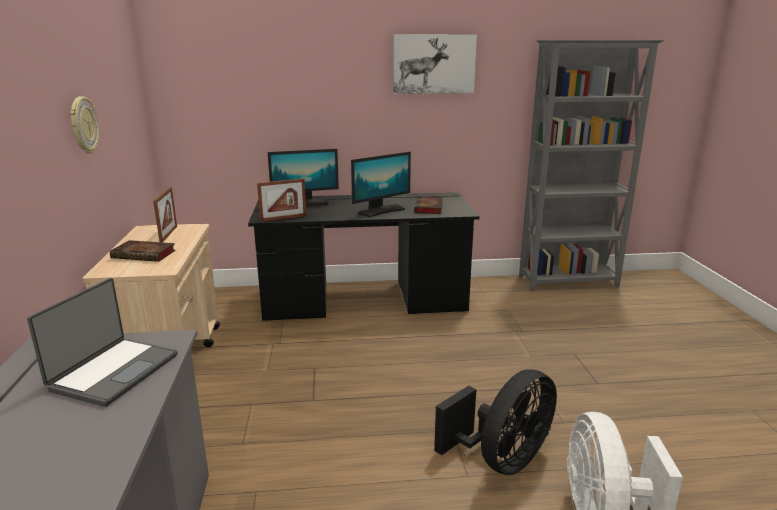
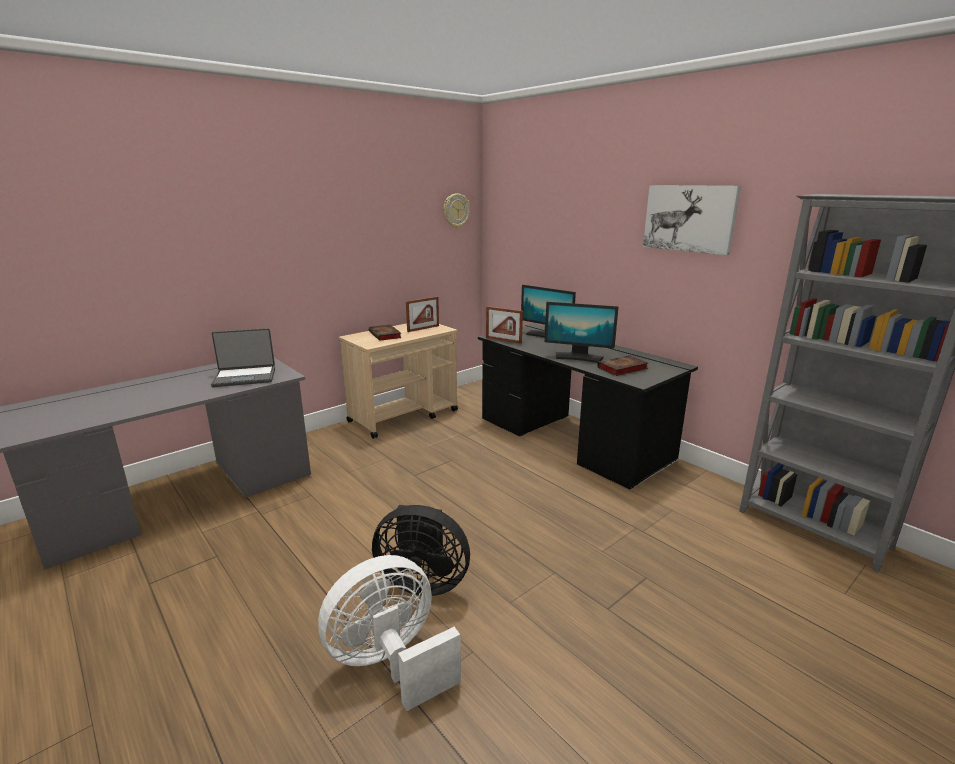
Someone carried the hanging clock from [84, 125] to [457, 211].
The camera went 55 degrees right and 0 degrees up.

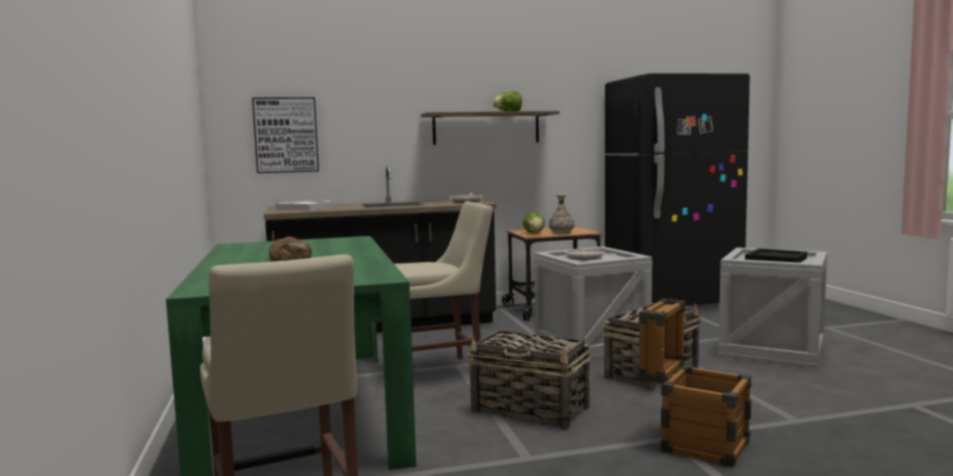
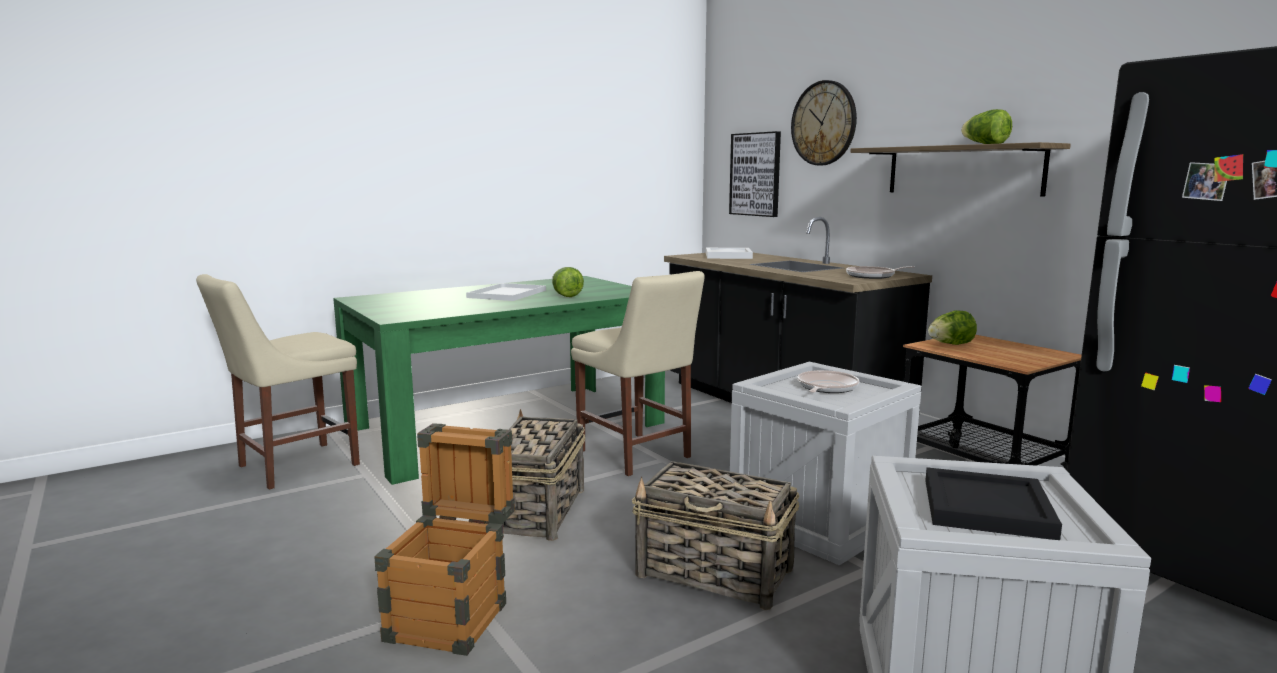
Someone took away the decorative vase at [562, 214].
Someone swapped the baked bread at [290, 248] for the serving tray in white at [506, 292].
Someone put up the hanging clock at [824, 122].
Someone put down the head of lettuce at [568, 282].
The camera went 70 degrees right and 5 degrees up.

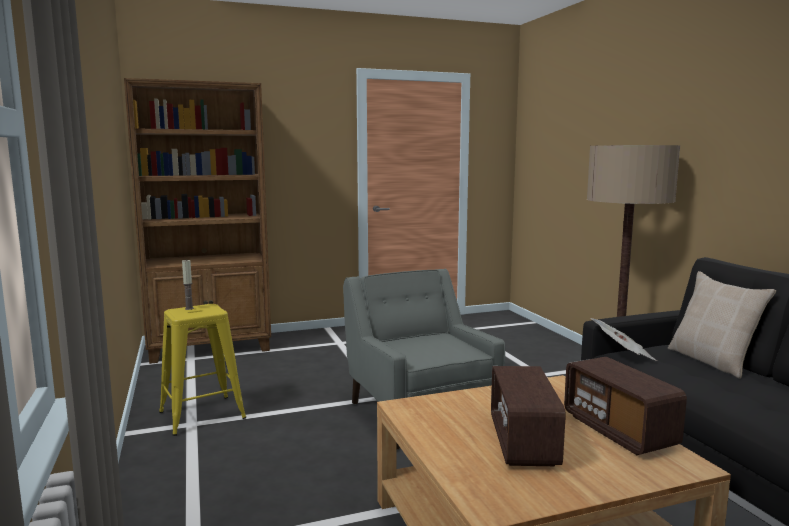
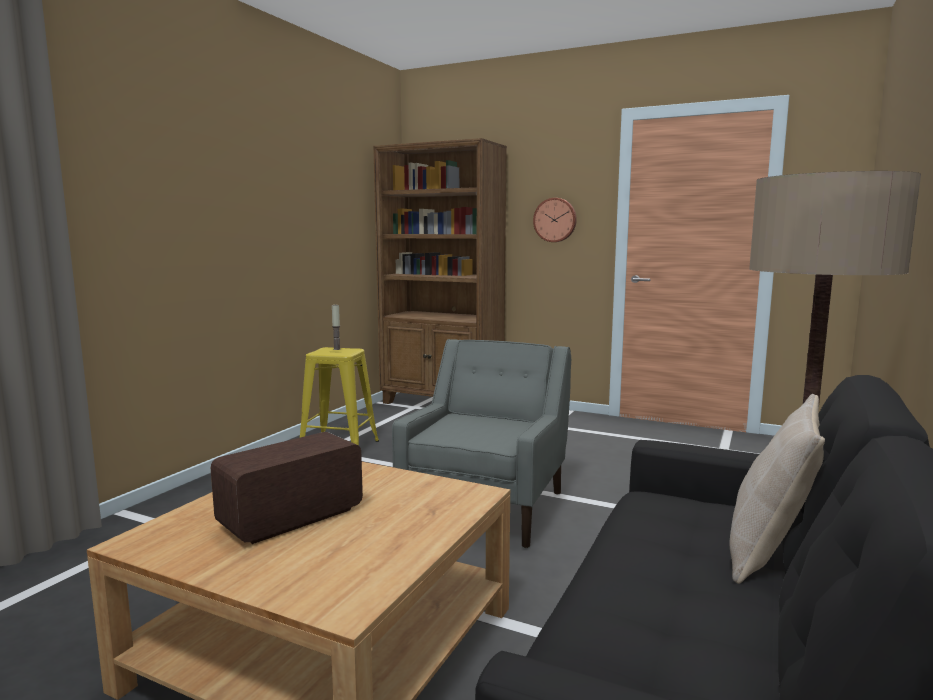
Someone took away the printed paper at [624, 339].
Someone took away the radio receiver at [625, 406].
Someone put up the hanging clock at [555, 220].
The camera went 45 degrees right and 0 degrees up.

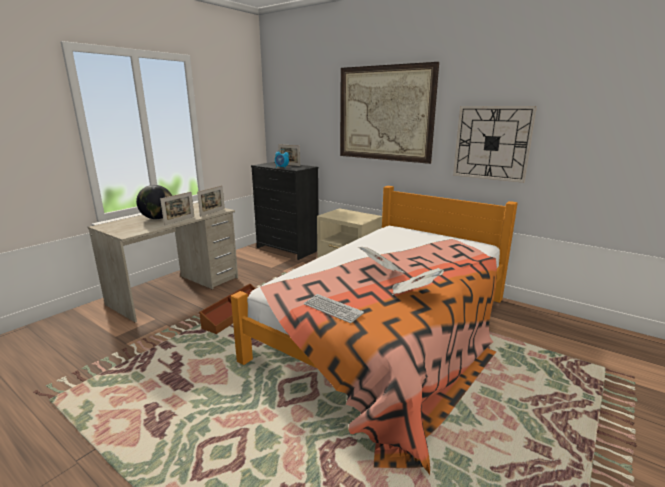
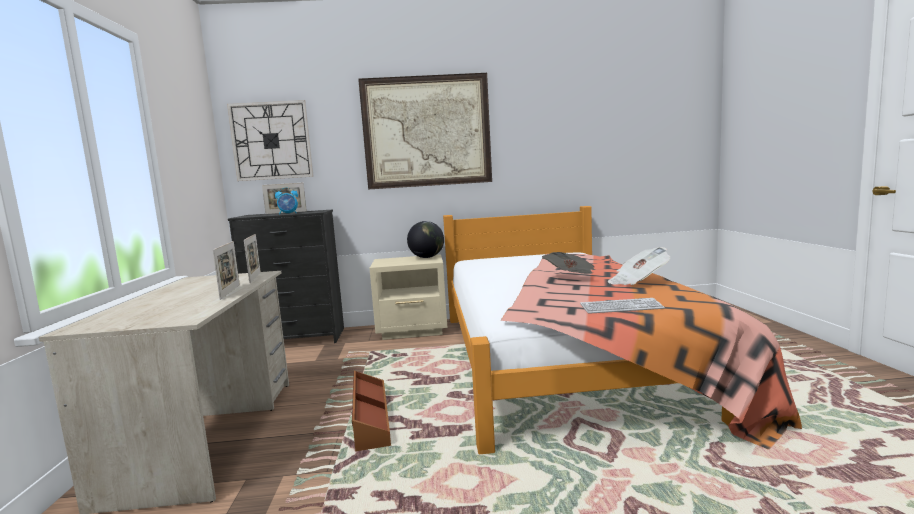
Someone carried the hanging clock from [495, 144] to [270, 140].
Someone carried the desk globe from [154, 202] to [425, 239].
The camera went 40 degrees left and 10 degrees down.

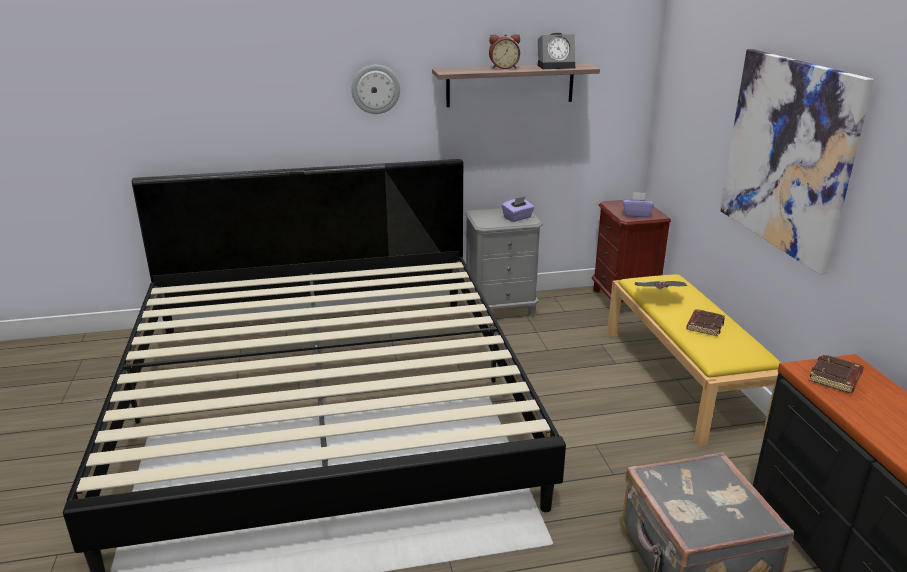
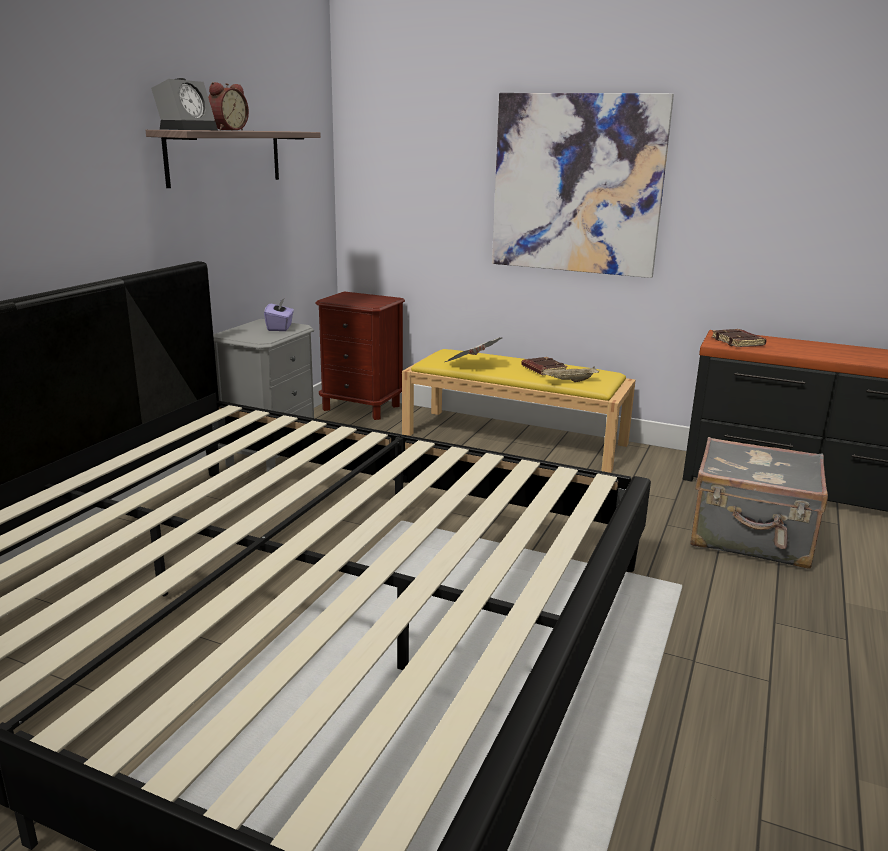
Someone carried the alarm clock from [556, 51] to [184, 104].
Someone took away the hanging clock at [375, 89].
Someone took away the tissue box in purplish at [638, 205].
Someone put down the serving tray in beige-coloured at [571, 374].
The camera went 55 degrees left and 5 degrees down.

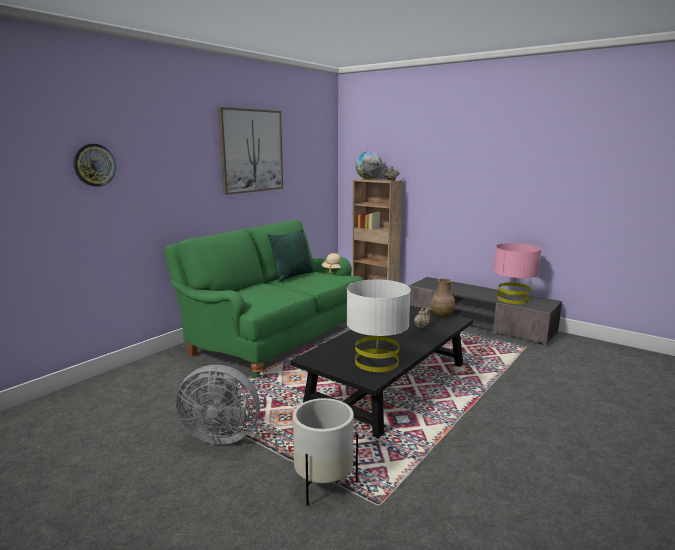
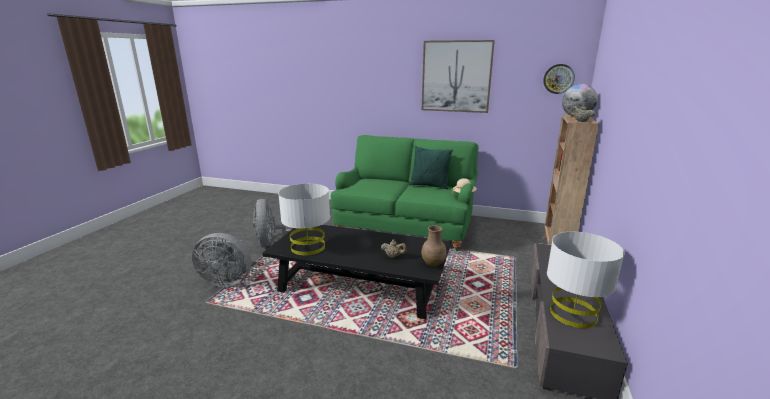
Someone carried the hanging clock from [94, 165] to [559, 79].
Someone repainted the tabletop lamp in pinkish at [517, 273], which became the tabletop lamp in white at [585, 280].
Someone swapped the flower pot in white at [325, 452] for the cooling fan in gray at [221, 260].
The camera went 70 degrees right and 5 degrees up.

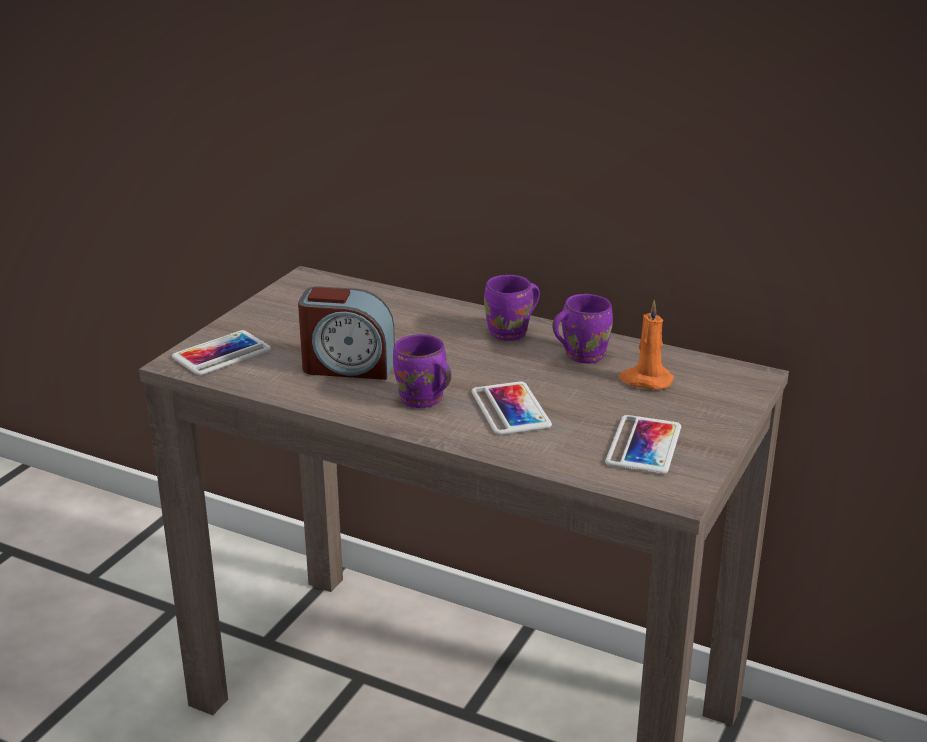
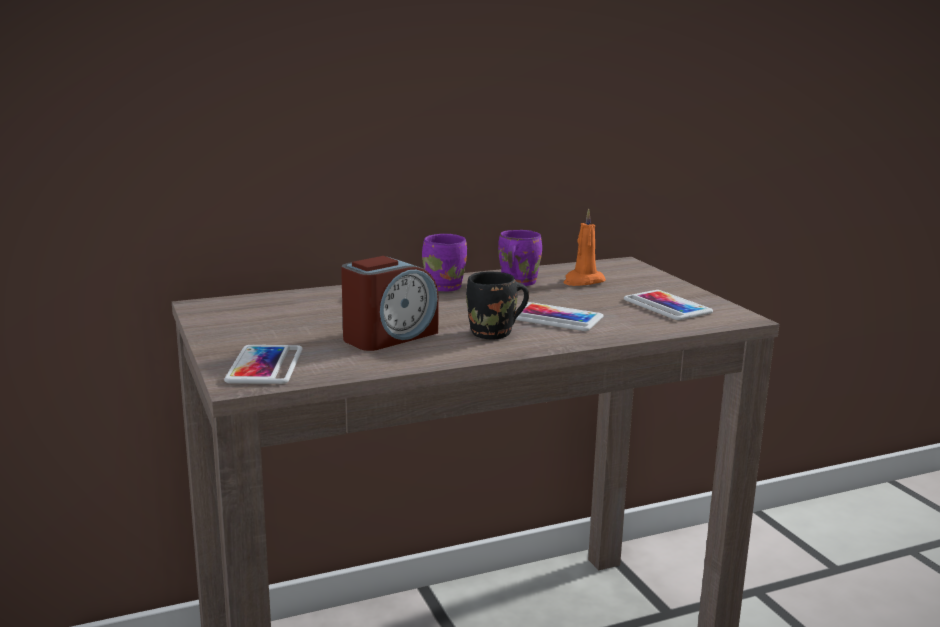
Someone repainted the mug in purplish at [422, 371], which became the mug in black-coloured at [497, 306].
The camera went 50 degrees left and 10 degrees down.

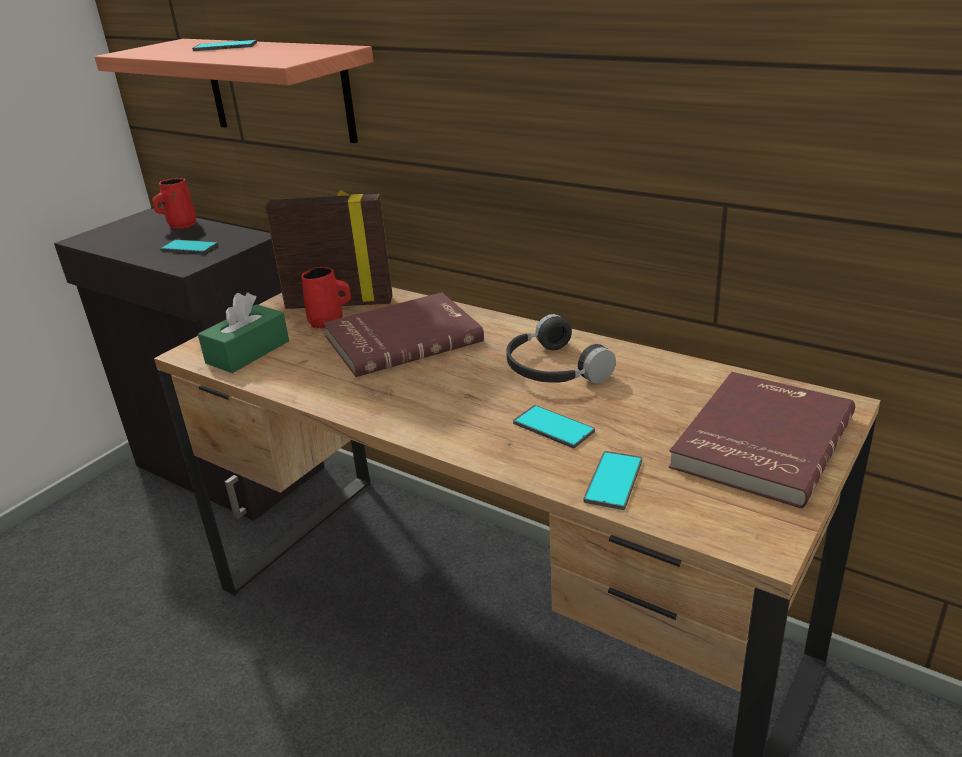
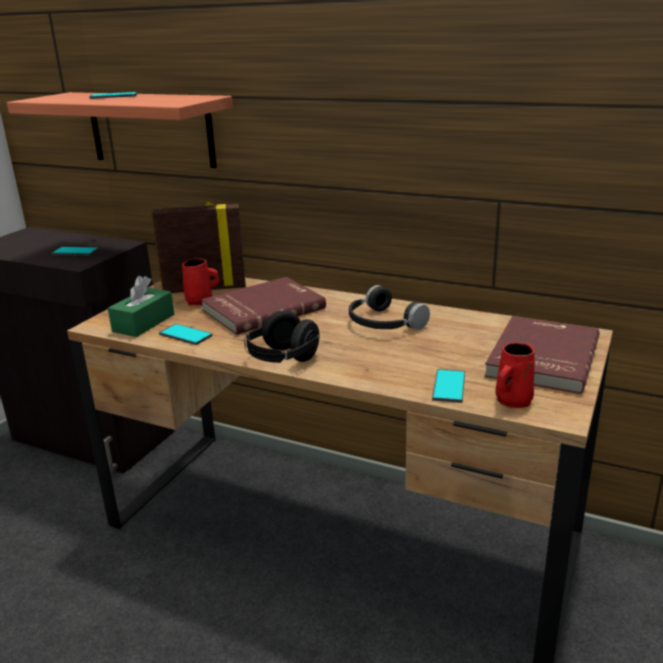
Someone carried the mug in red-coloured from [174, 203] to [515, 375].
Someone carried the phone from [554, 426] to [185, 334].
Someone put down the headset in black-coloured at [281, 336].
The camera went 10 degrees left and 5 degrees down.

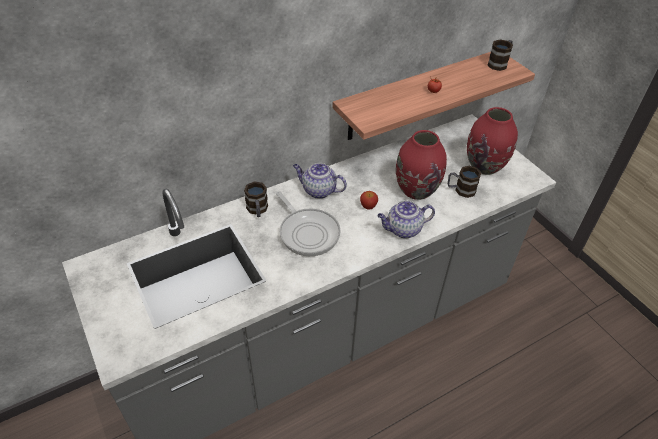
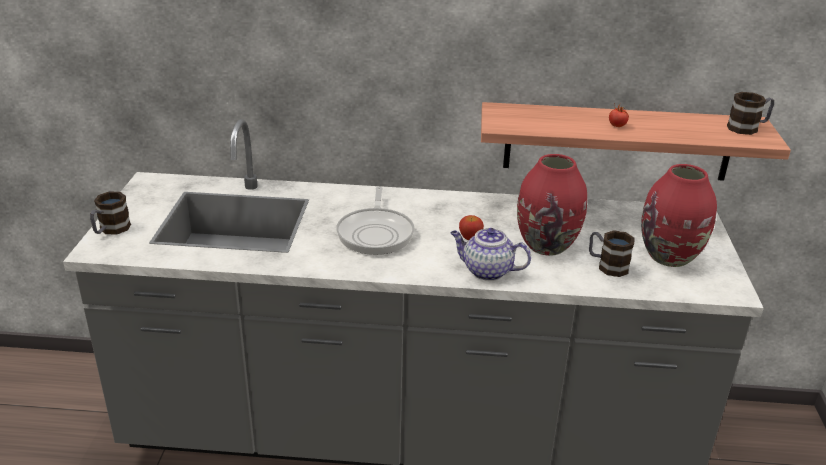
Someone took away the pot for tea at [320, 181].
Someone carried the mug from [256, 199] to [110, 213].
The camera went 35 degrees right and 15 degrees down.

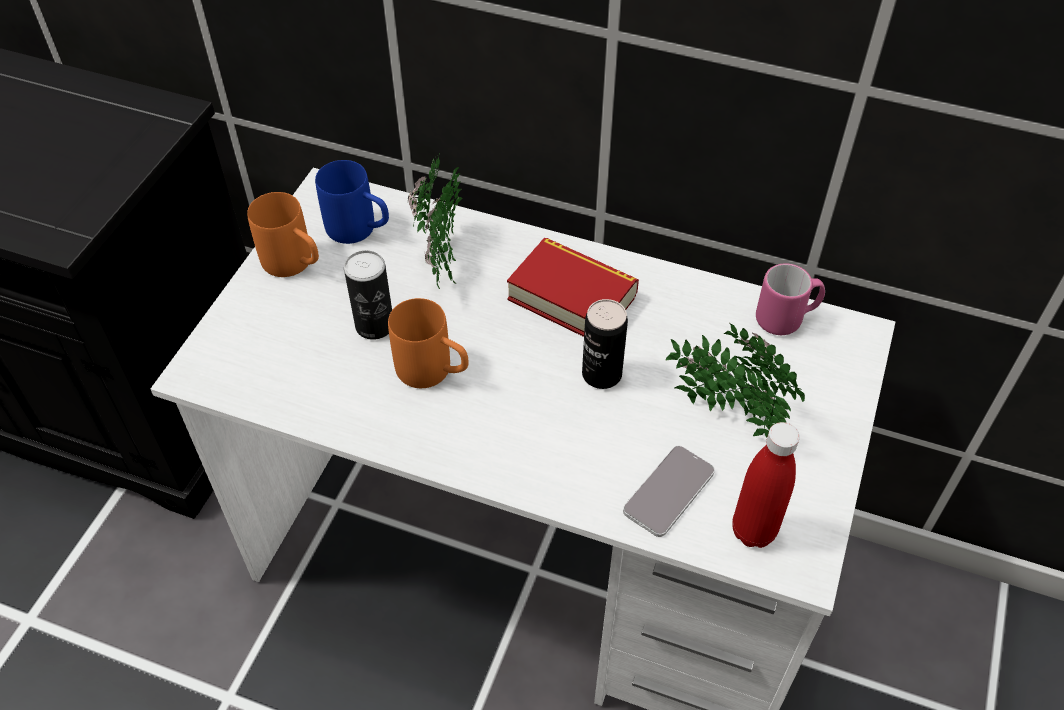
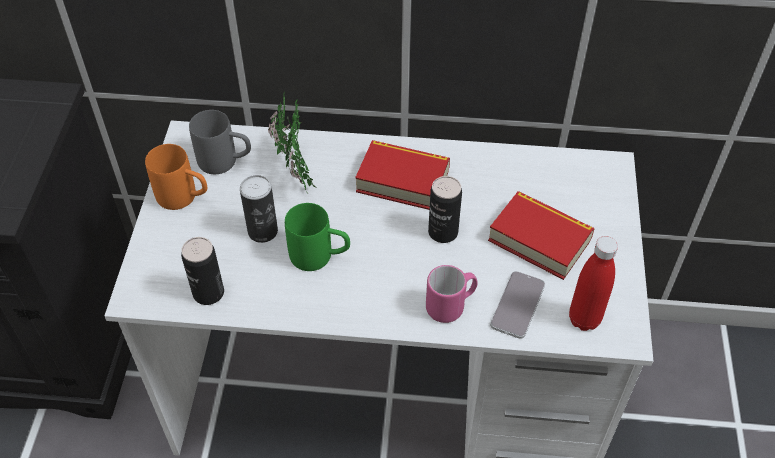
Someone repainted the mug in bluish at [352, 202], which became the mug in gray at [220, 142].
Someone carried the mug in pinkish from [790, 299] to [452, 294].
Someone repainted the mug in orange-coloured at [428, 343], which became the mug in green at [317, 237].
Someone swapped the potted plant at [735, 380] for the volume at [541, 235].
Someone put down the sealed can at [202, 271].
The camera went 15 degrees left and 0 degrees up.

